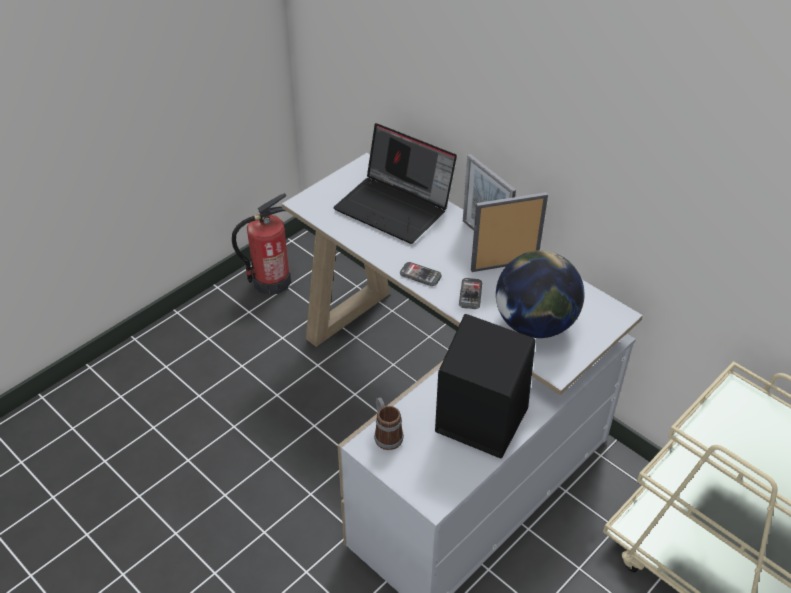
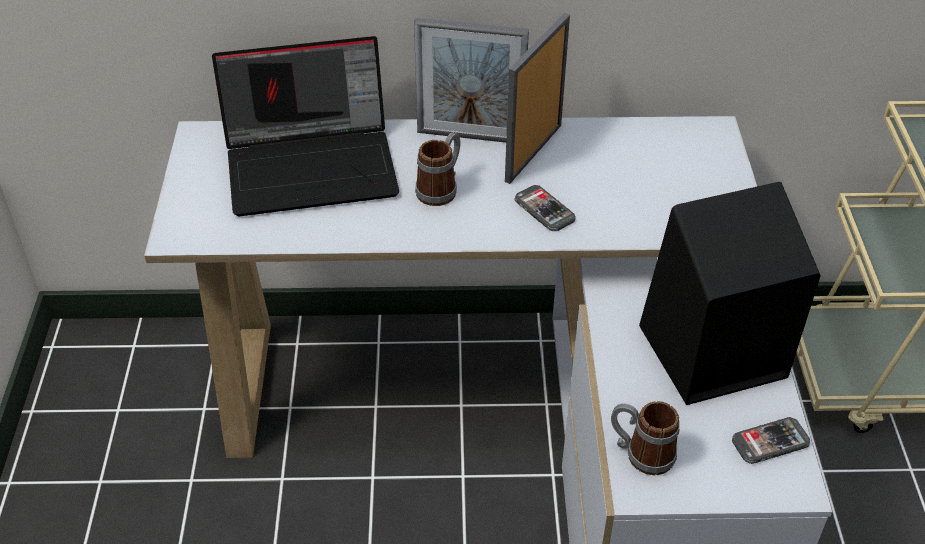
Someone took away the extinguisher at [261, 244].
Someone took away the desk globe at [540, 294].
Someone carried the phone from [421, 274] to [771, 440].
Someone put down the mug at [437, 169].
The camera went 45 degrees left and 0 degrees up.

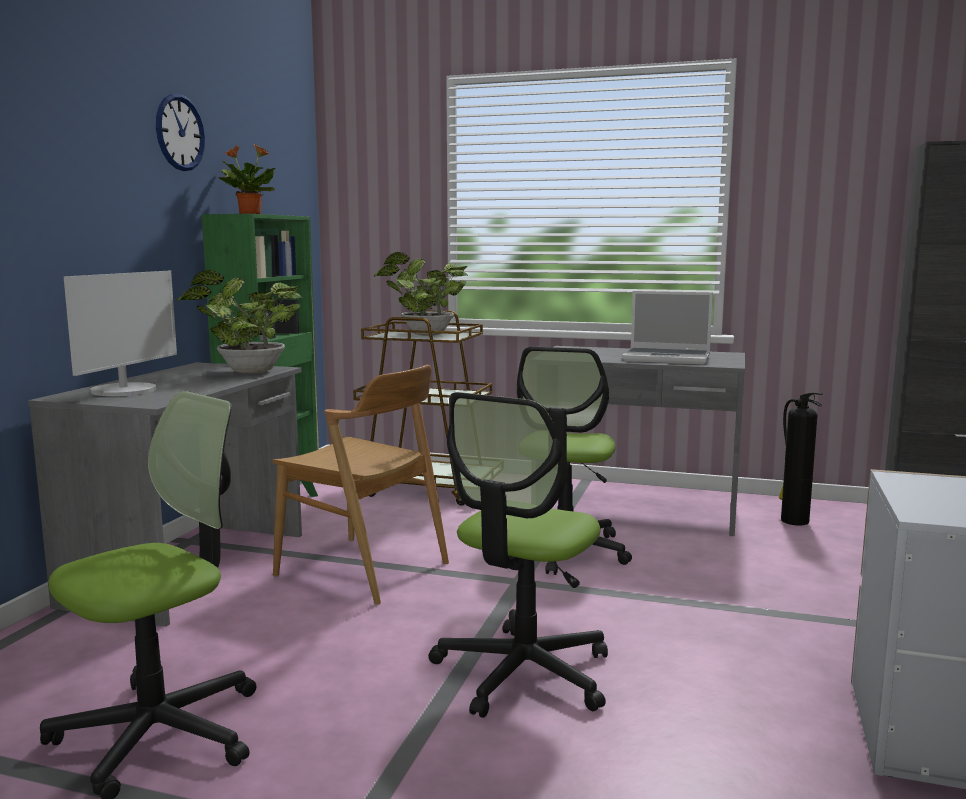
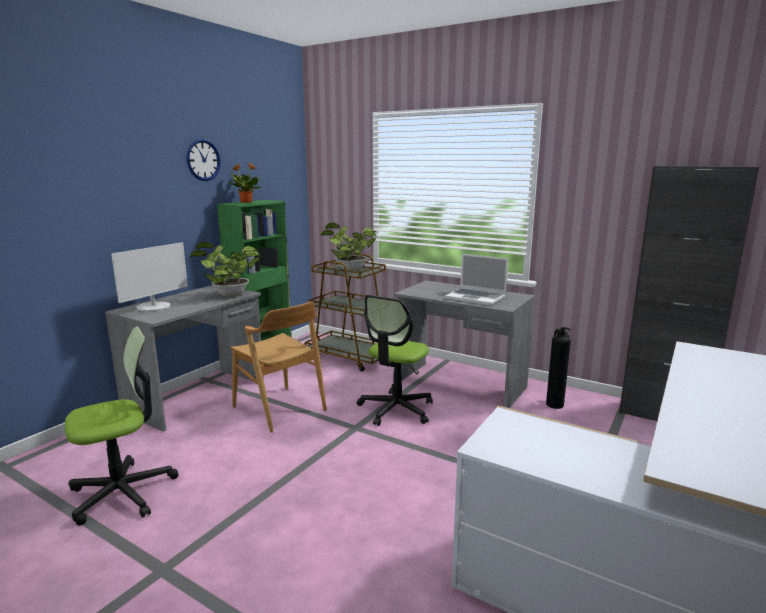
Someone took away the office chair at [518, 555].
The camera went 15 degrees right and 5 degrees up.

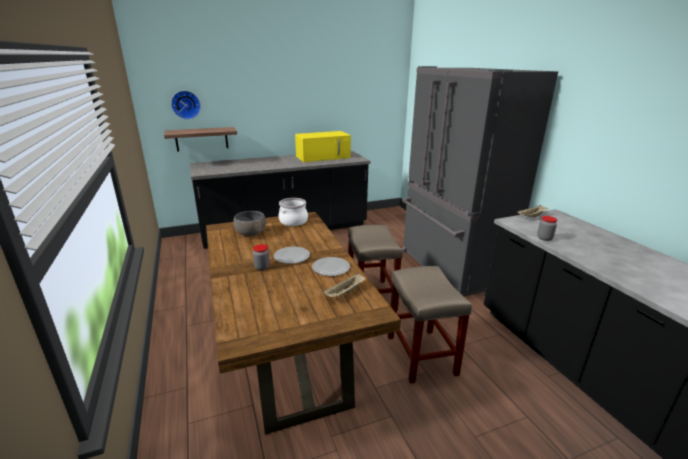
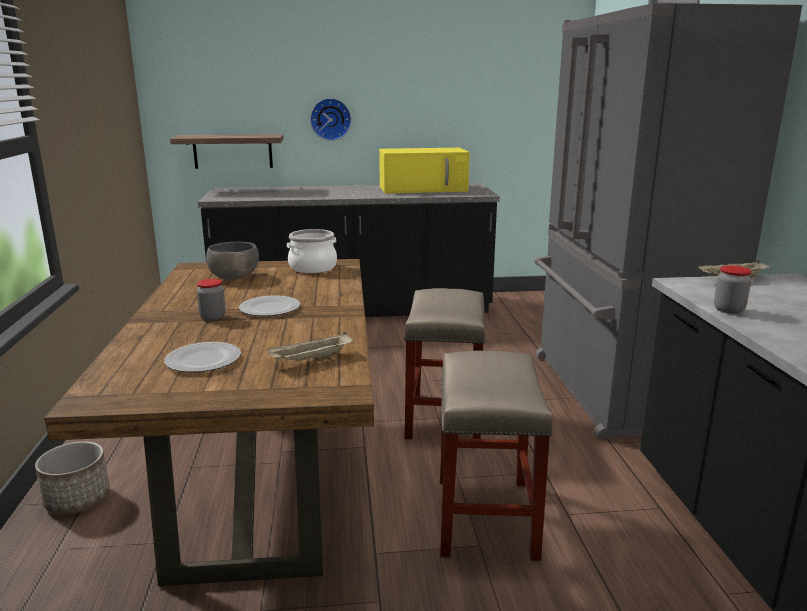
Someone carried the hanging clock from [186, 105] to [331, 119].
Someone carried the plate from [331, 266] to [202, 357].
Someone put down the flower pot at [72, 477].
The camera went 15 degrees right and 5 degrees down.

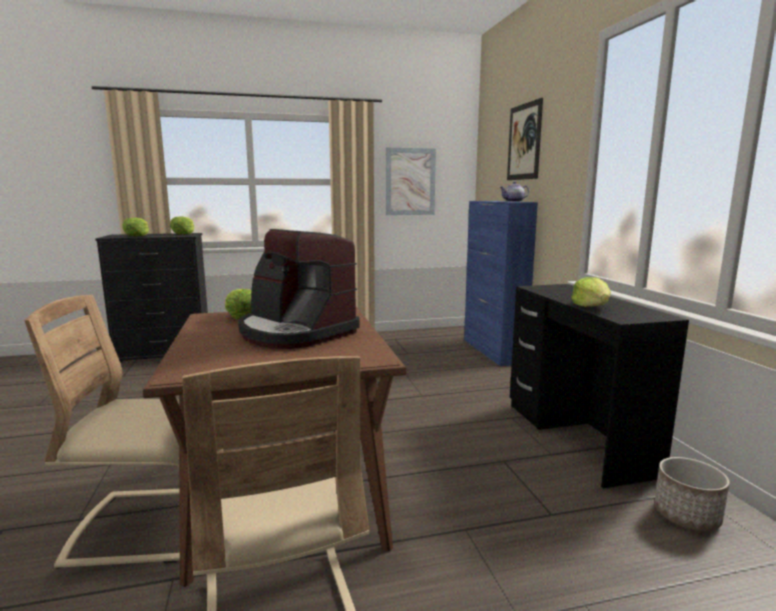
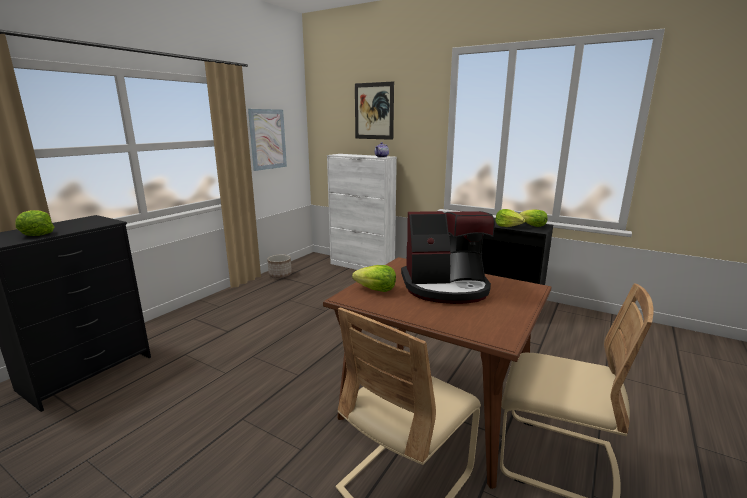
Someone repainted the cupboard in bluish at [501, 283], which became the cupboard in white at [362, 212].
Someone carried the head of lettuce from [182, 225] to [533, 218].
Someone carried the flower pot from [692, 494] to [279, 266].
The camera went 45 degrees left and 5 degrees up.

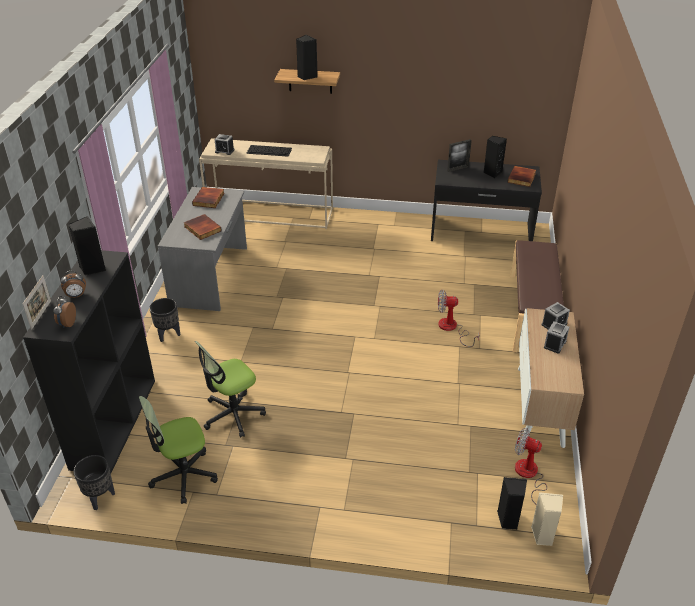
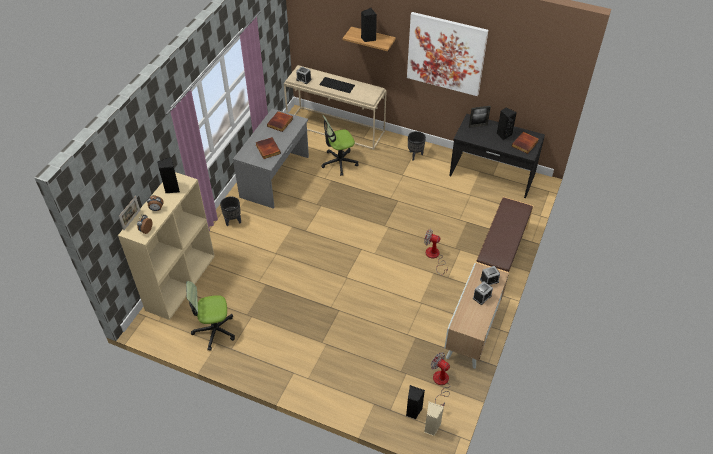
Someone repainted the shelving unit in black-coloured at [89, 361], which became the shelving unit in beige-coloured at [166, 246].
Someone carried the office chair from [230, 389] to [340, 145].
Someone carried the flower pot in black-coloured from [94, 482] to [417, 146].
Someone put up the picture at [447, 54].
The camera went 15 degrees right and 10 degrees up.

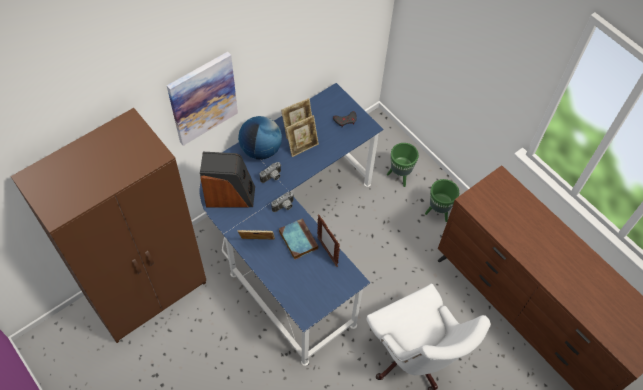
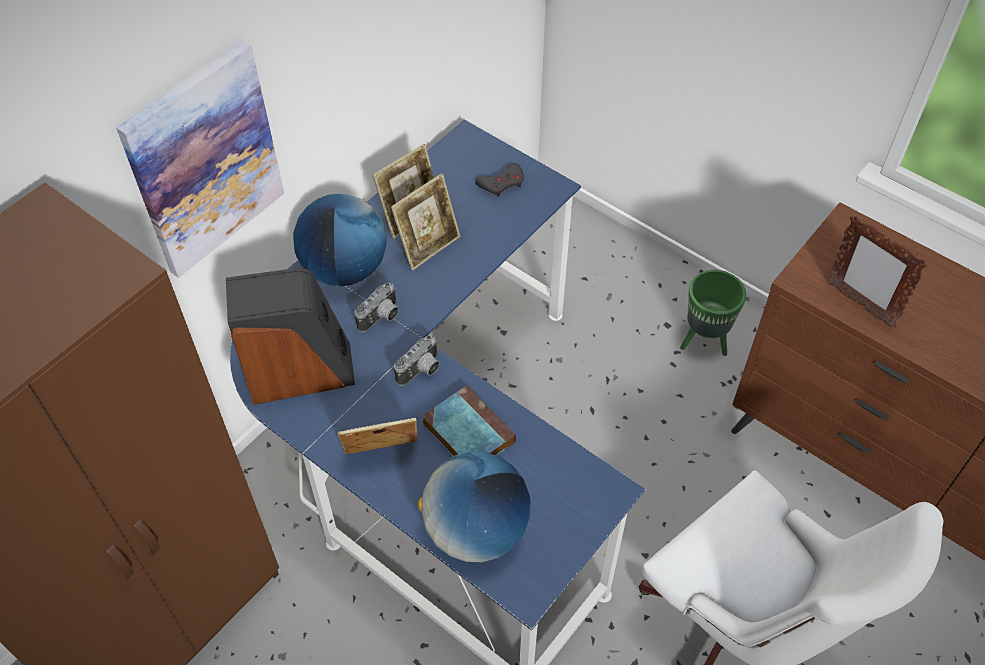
Someone took away the flower pot in green at [403, 165].
Someone carried the standing frame from [328, 240] to [878, 272].
Someone put down the desk globe at [474, 507].
The camera went 10 degrees left and 5 degrees down.

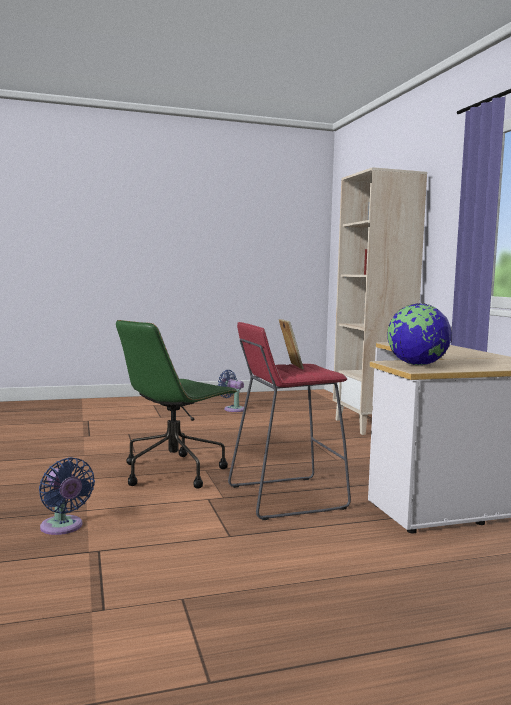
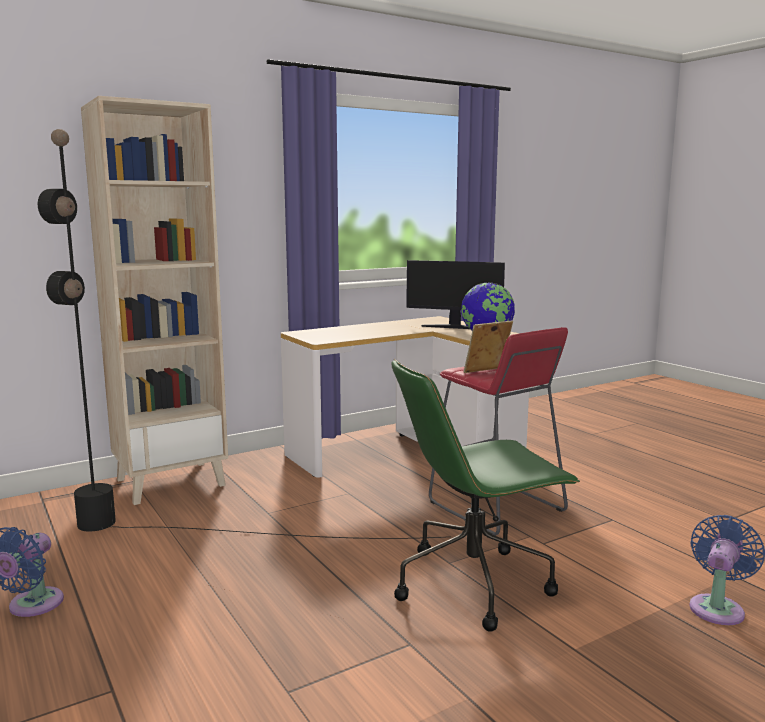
Someone rotated the office chair in green at [177, 404] by 135 degrees clockwise.
Someone put down the floor lamp in black-coloured at [244, 334].
Someone put down the computer screen at [455, 294].
The camera went 105 degrees left and 5 degrees up.

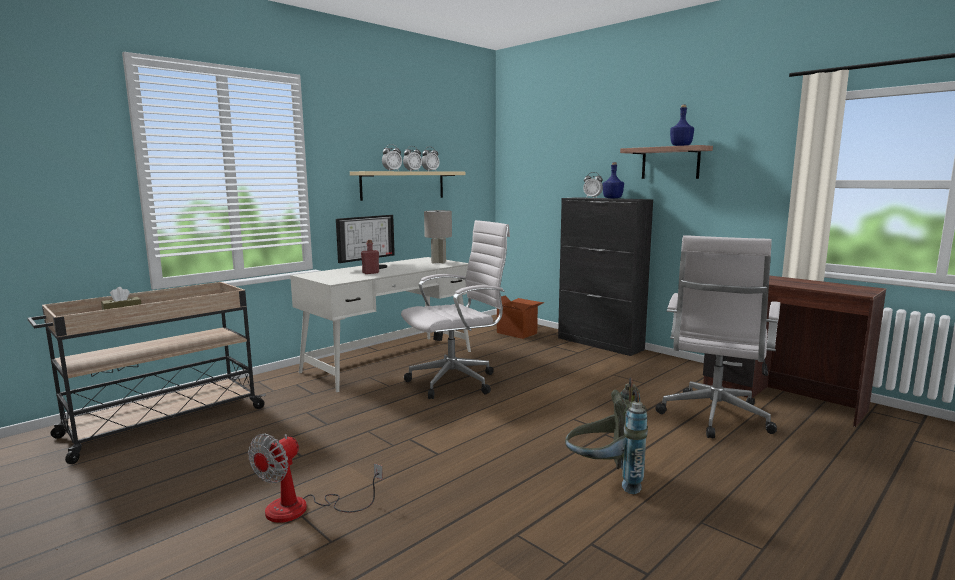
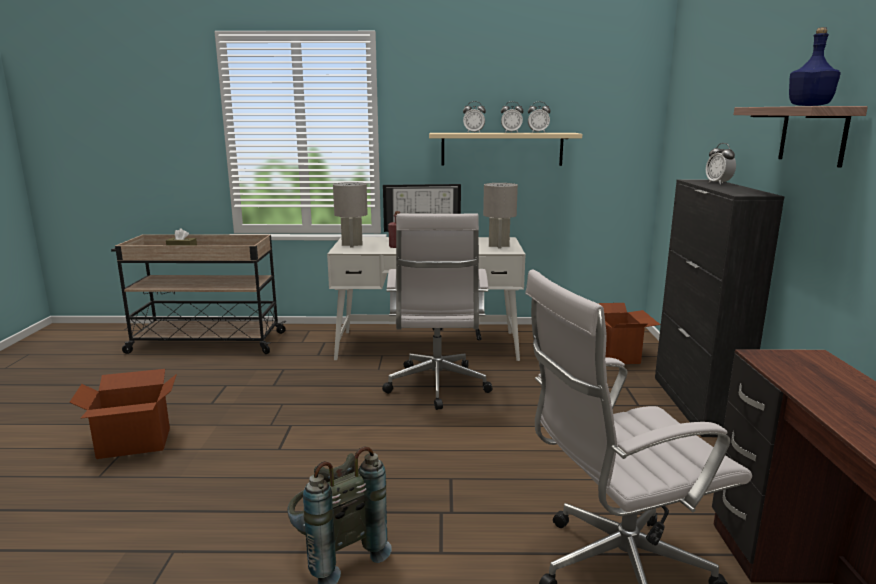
Someone took away the bottle in bluish at [613, 180].
Someone rotated the office chair in white at [455, 309] by 75 degrees clockwise.
Someone swapped the cooling fan at [315, 478] for the packing box at [123, 414].
Someone put down the tabletop lamp in gray at [350, 215].
The camera went 45 degrees right and 5 degrees up.

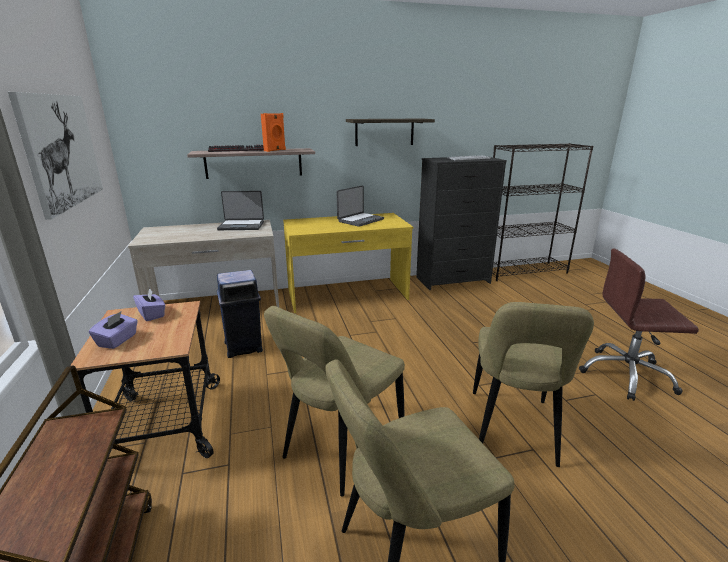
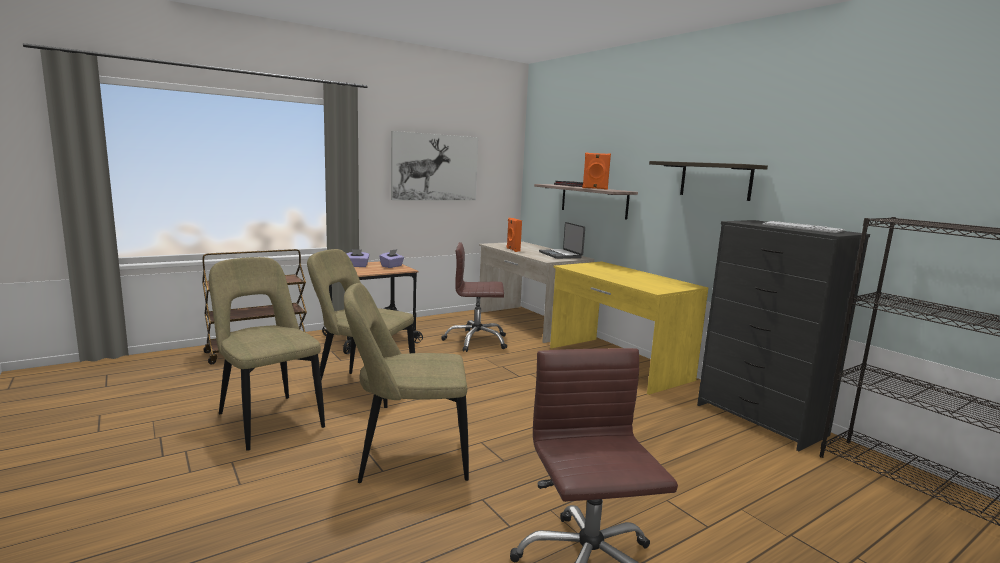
Someone took away the laptop at [360, 206].
Someone swapped the rubbish bin in bluish at [240, 314] for the office chair in brownish at [474, 297].
Someone put down the audio speaker in orange-coloured at [514, 235].
The camera went 70 degrees right and 10 degrees down.

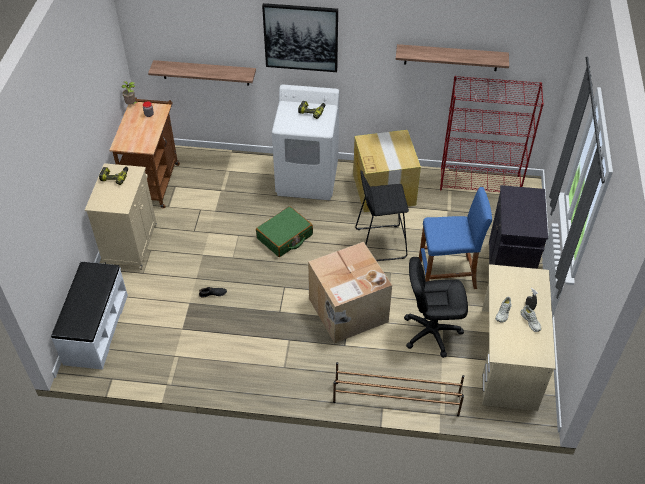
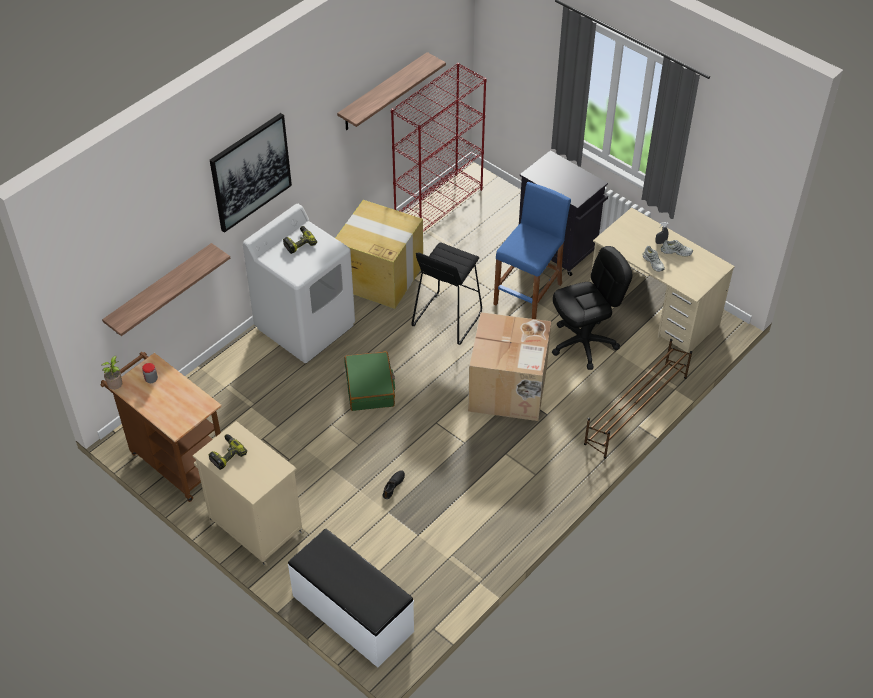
Someone rotated the office chair in black-coloured at [436, 307] by 150 degrees counterclockwise.
The camera went 55 degrees left and 0 degrees up.

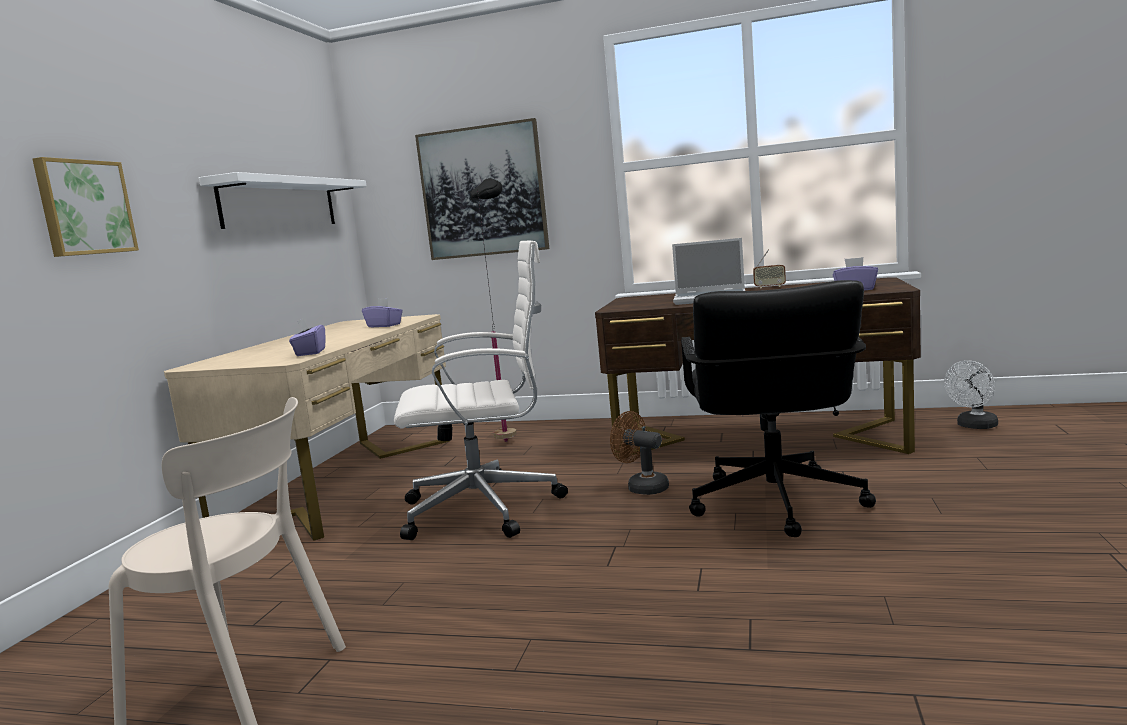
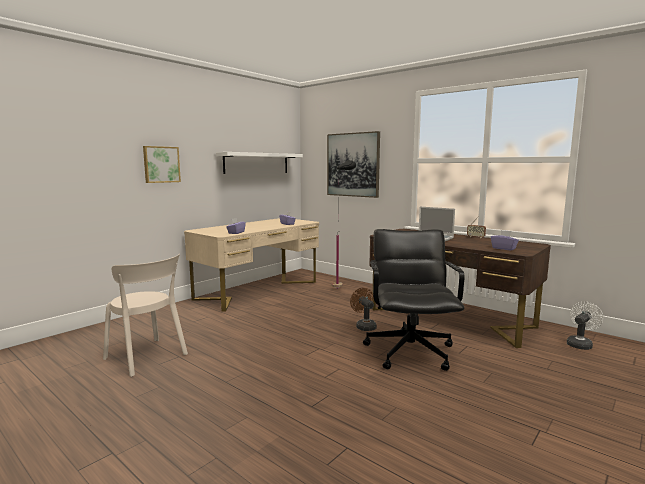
Someone took away the office chair in white at [481, 390].
Someone rotated the office chair in black-coloured at [778, 408] by 150 degrees clockwise.
Someone rotated the cooling fan in white at [971, 394] by 150 degrees clockwise.
The camera went 25 degrees right and 0 degrees up.

